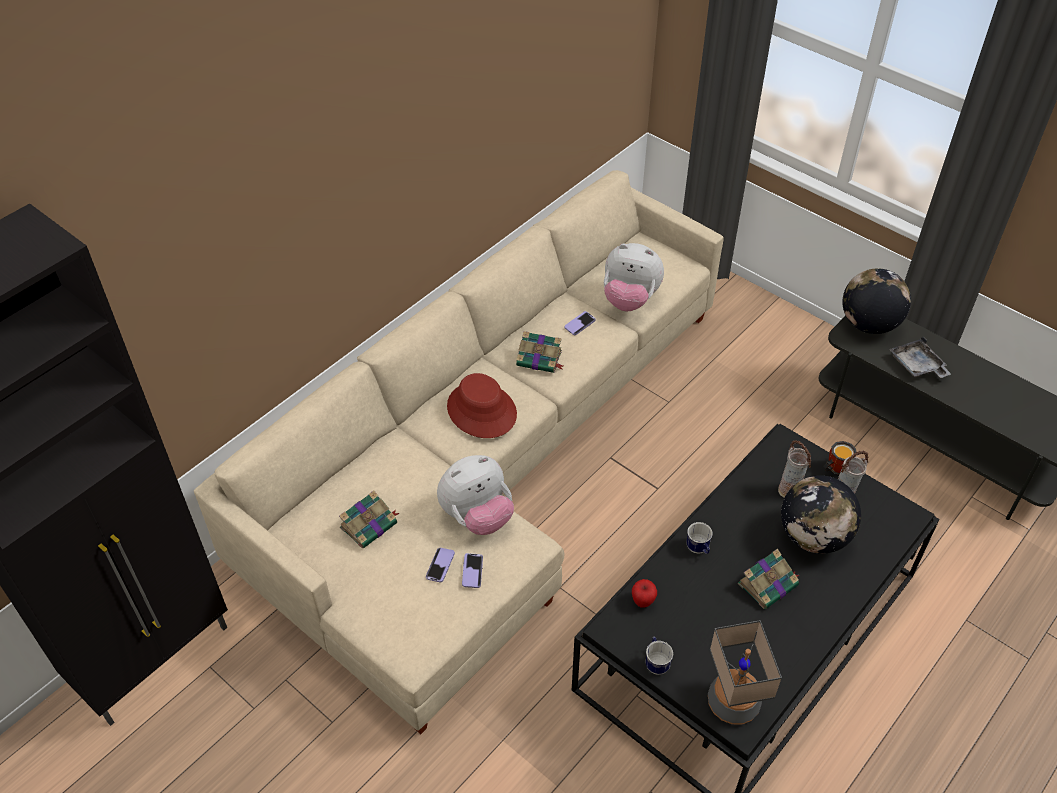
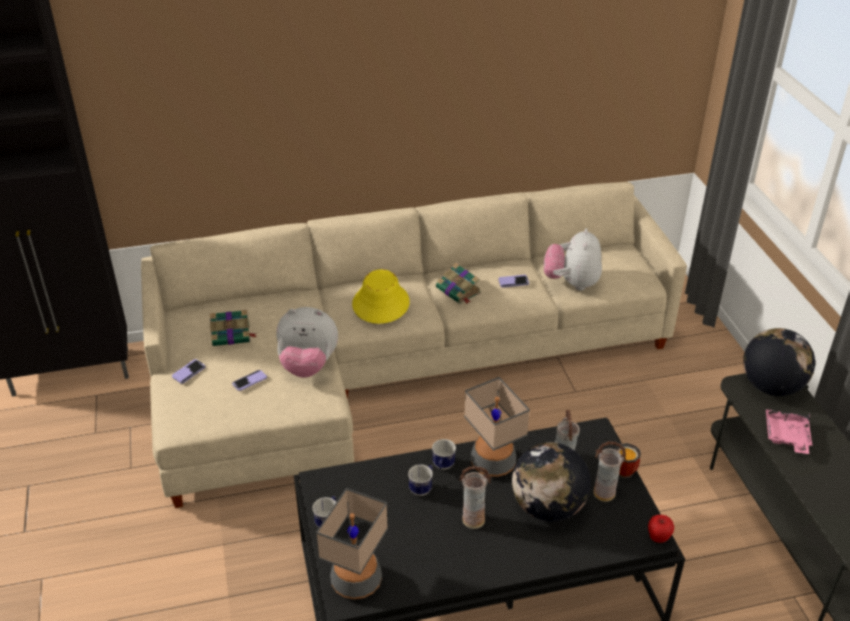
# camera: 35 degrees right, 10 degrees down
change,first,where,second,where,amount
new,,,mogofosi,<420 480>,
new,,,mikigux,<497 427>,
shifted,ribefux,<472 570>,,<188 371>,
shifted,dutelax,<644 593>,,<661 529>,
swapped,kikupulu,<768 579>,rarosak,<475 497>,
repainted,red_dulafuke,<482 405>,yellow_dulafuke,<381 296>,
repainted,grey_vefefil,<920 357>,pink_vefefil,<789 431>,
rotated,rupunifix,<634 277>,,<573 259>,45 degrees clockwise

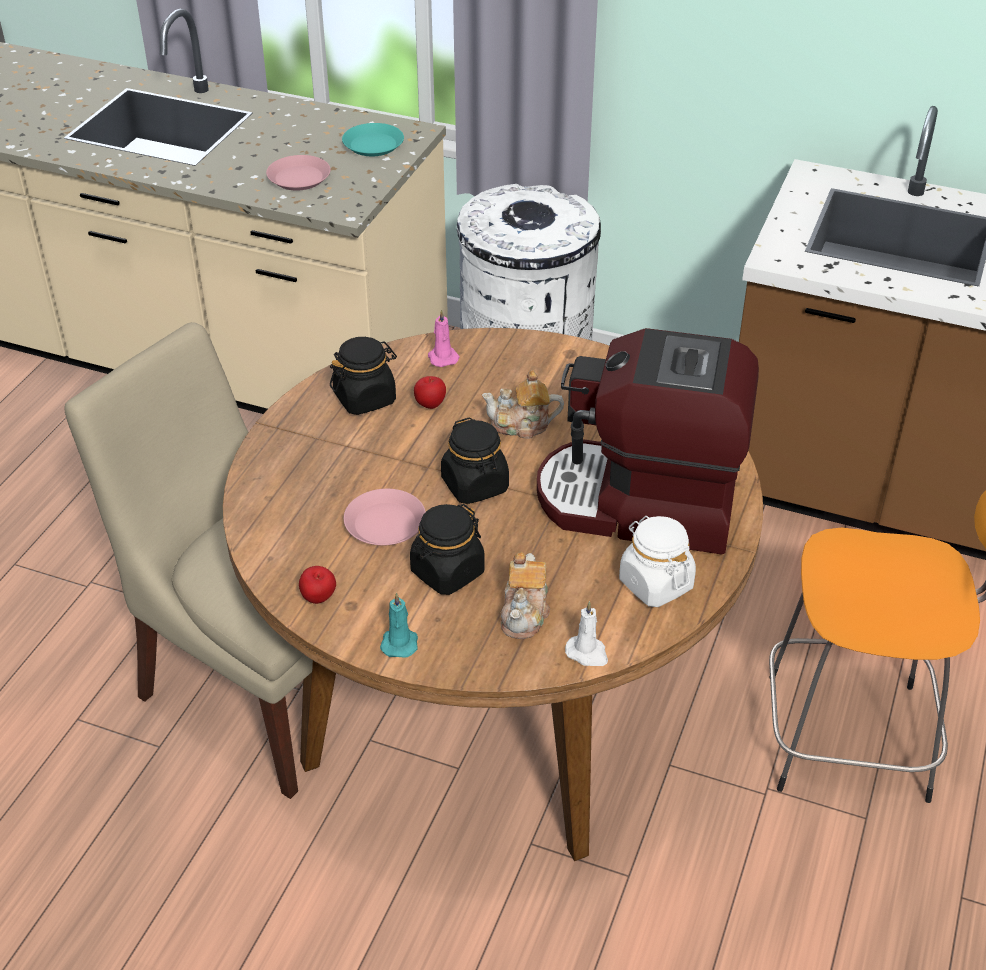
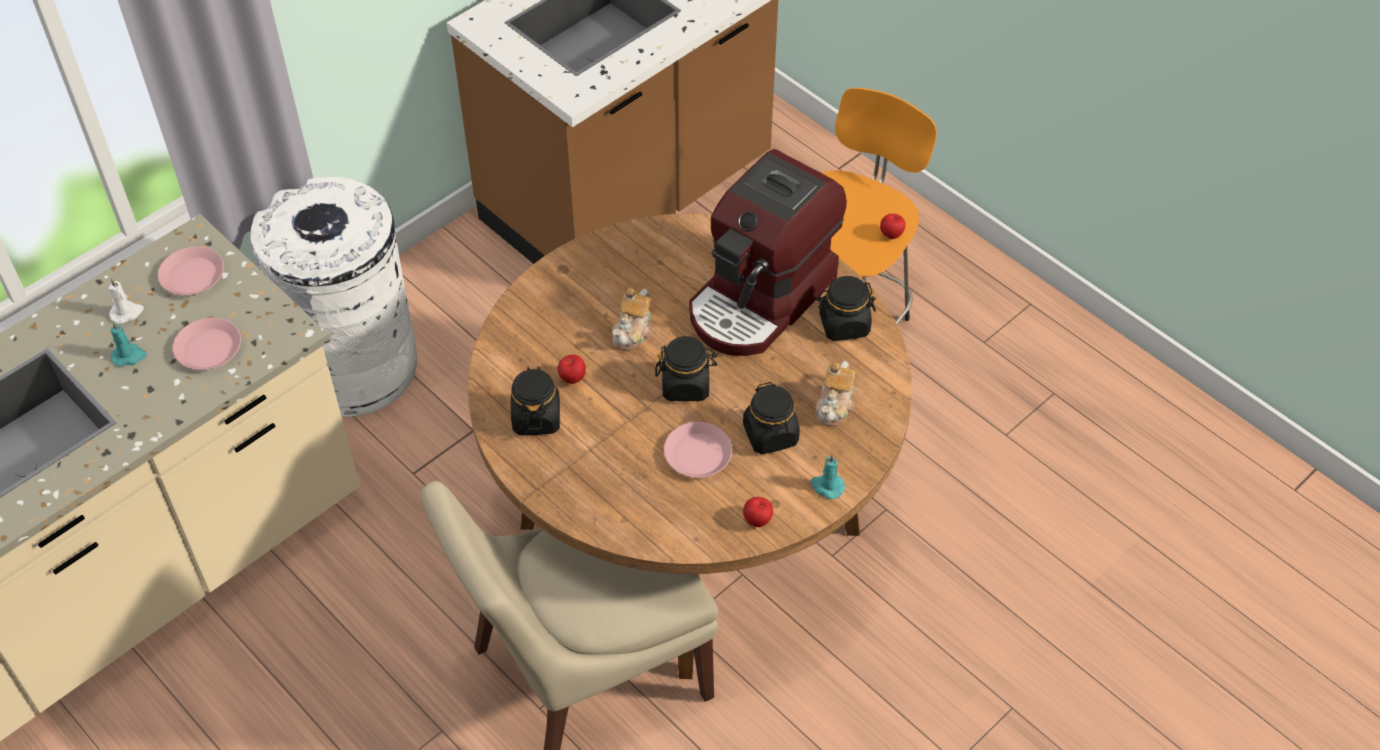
# camera: 65 degrees left, 10 degrees up
change,first,where,second,where,amount
gone,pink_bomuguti,<444 338>,,,
new,,,turquoise_bomuguti,<128 344>,
new,,,dutelax,<893 226>,
shifted,white_bomuguti,<586 633>,,<126 300>,
repainted,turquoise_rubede,<373 139>,pink_rubede,<191 270>,
repainted,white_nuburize,<657 561>,black_nuburize,<846 308>,
rotated,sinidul,<525 595>,,<835 393>,75 degrees clockwise

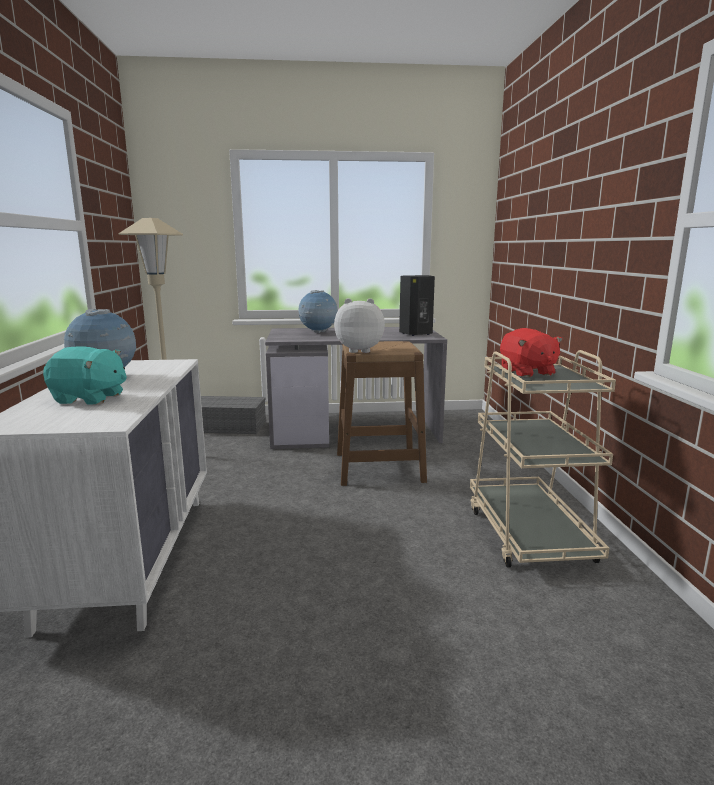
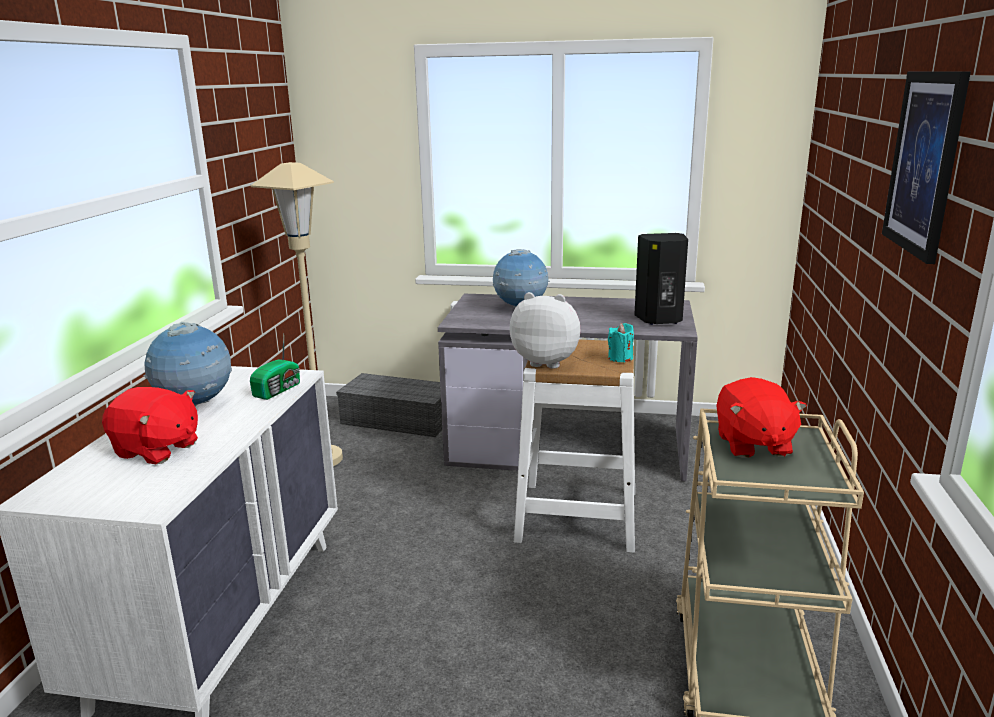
# camera: 15 degrees right, 5 degrees up
change,first,where,second,where,amount
new,,,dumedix,<275 368>,
new,,,turquoise_bomuguti,<621 342>,
new,,,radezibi,<926 167>,
repainted,turquoise_rupunifix,<85 376>,red_rupunifix,<150 425>,
repainted,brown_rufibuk,<382 413>,white_rufibuk,<574 446>,

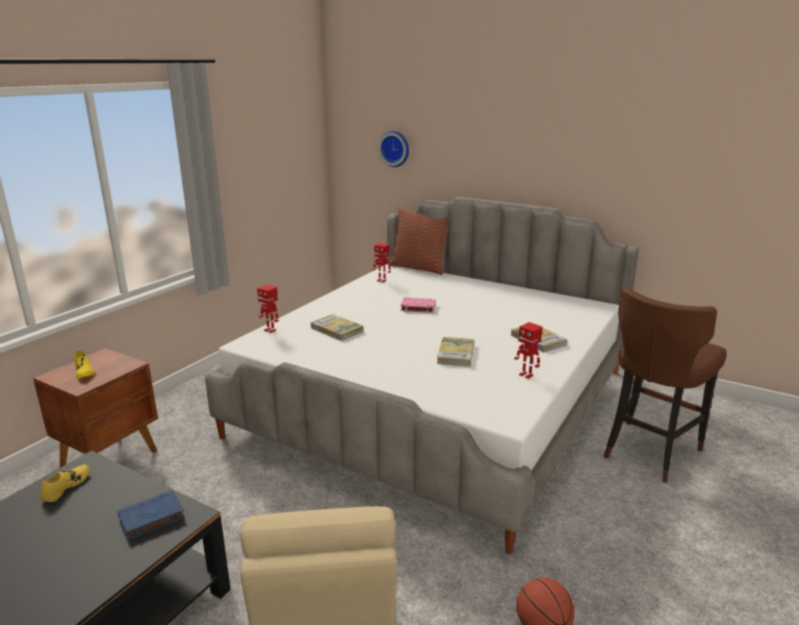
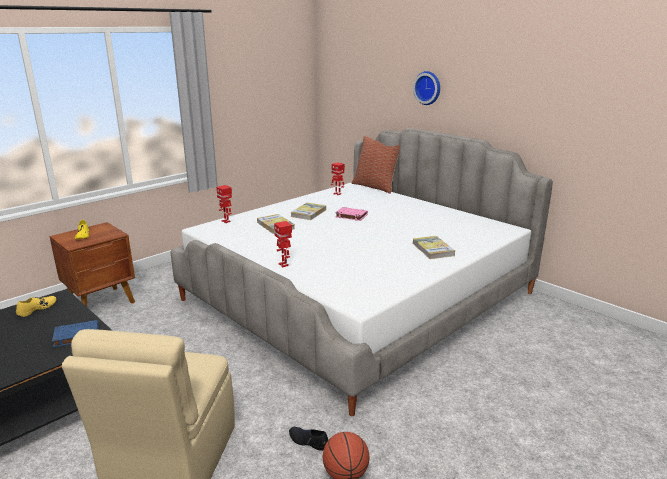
# camera: 15 degrees right, 0 degrees up
change,first,where,second,where,amount
gone,brown_rufibuk,<665 385>,,,
new,,,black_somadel,<308 439>,
shifted,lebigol,<394 149>,,<426 88>,
shifted,kikupulu,<456 352>,,<308 211>,
shifted,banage,<528 350>,,<283 244>,

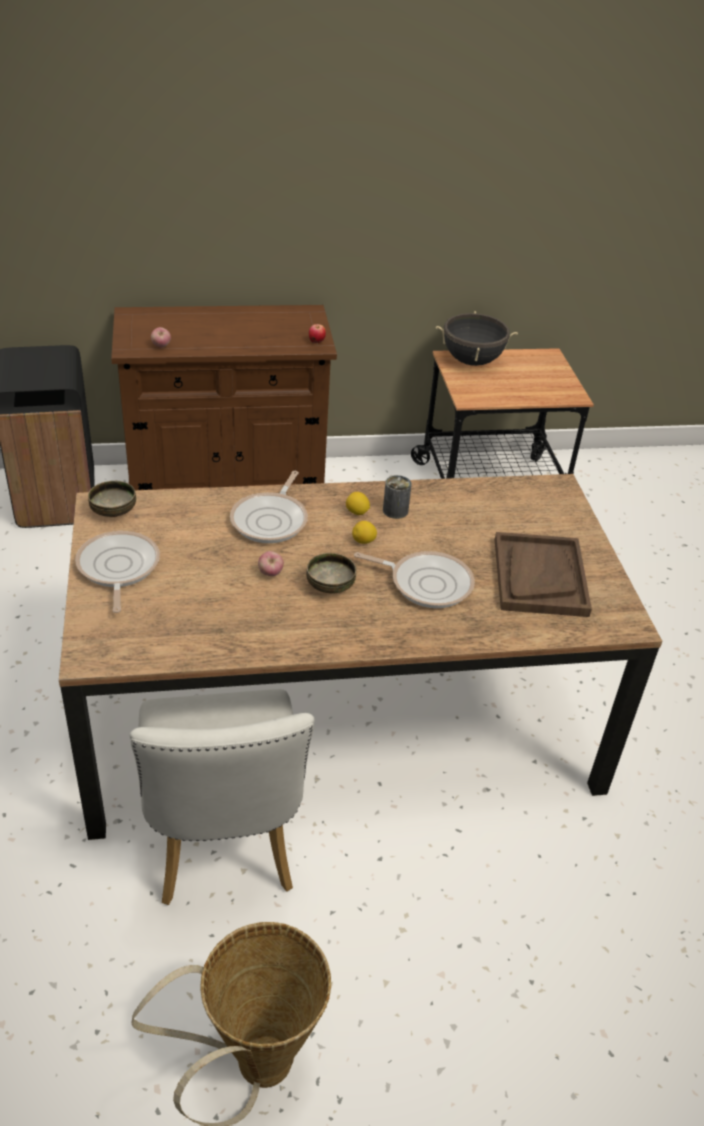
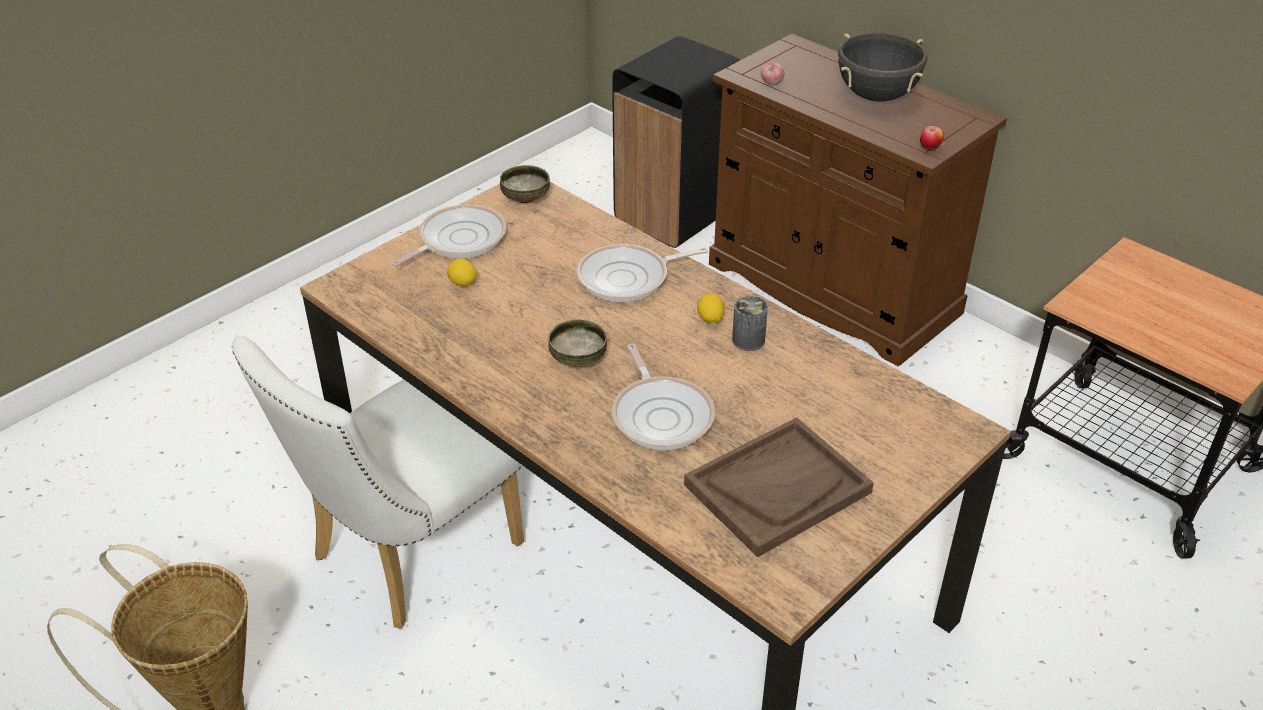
# camera: 55 degrees right, 0 degrees up
change,first,where,second,where,amount
gone,dutelax,<271 563>,,,
shifted,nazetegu,<364 532>,,<462 272>,
shifted,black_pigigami,<477 338>,,<882 67>,

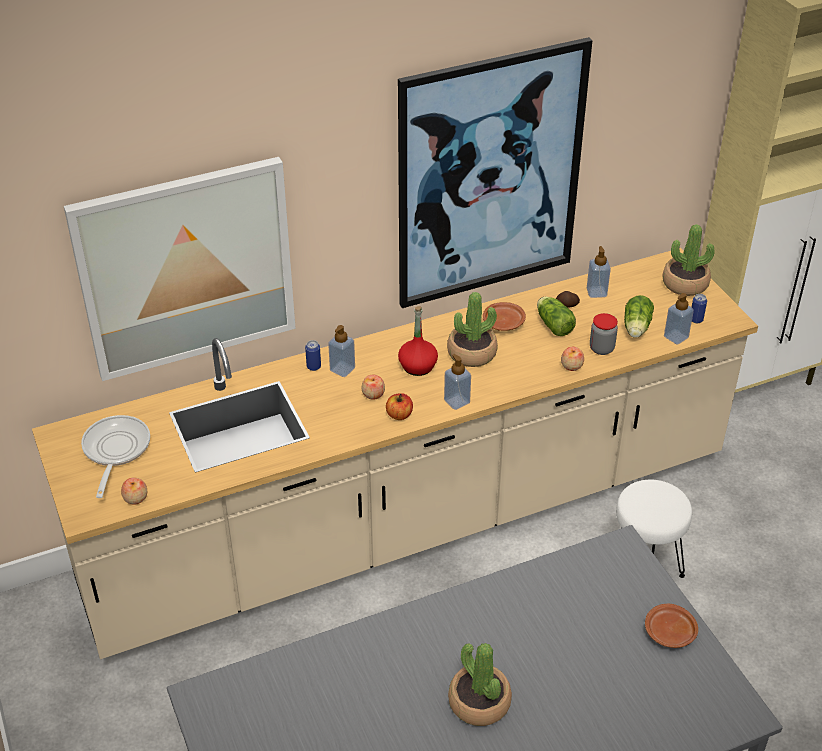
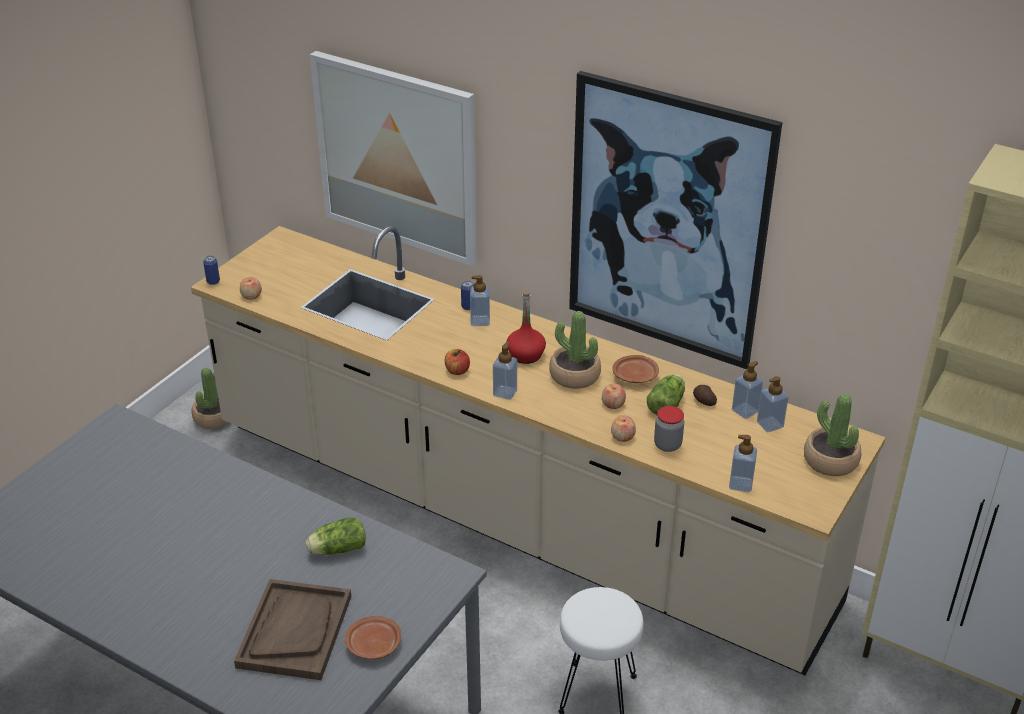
# camera: 55 degrees right, 5 degrees down
change,first,where,second,where,amount
gone,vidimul,<115 456>,,,
new,,,brown_vefefil,<292 629>,
new,,,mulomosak,<772 404>,
shifted,dutelax,<373 387>,,<614 396>,
shifted,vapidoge,<480 684>,,<210 398>,
shifted,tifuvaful,<639 316>,,<336 536>,
shifted,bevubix,<699 308>,,<211 270>,

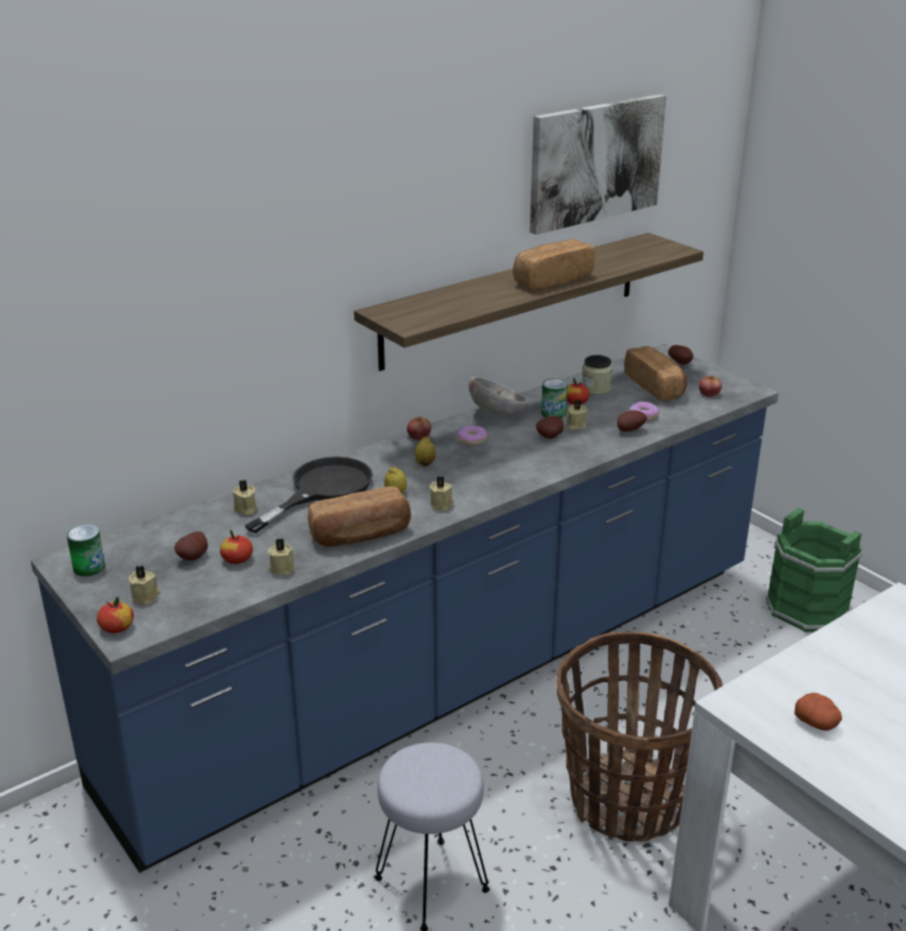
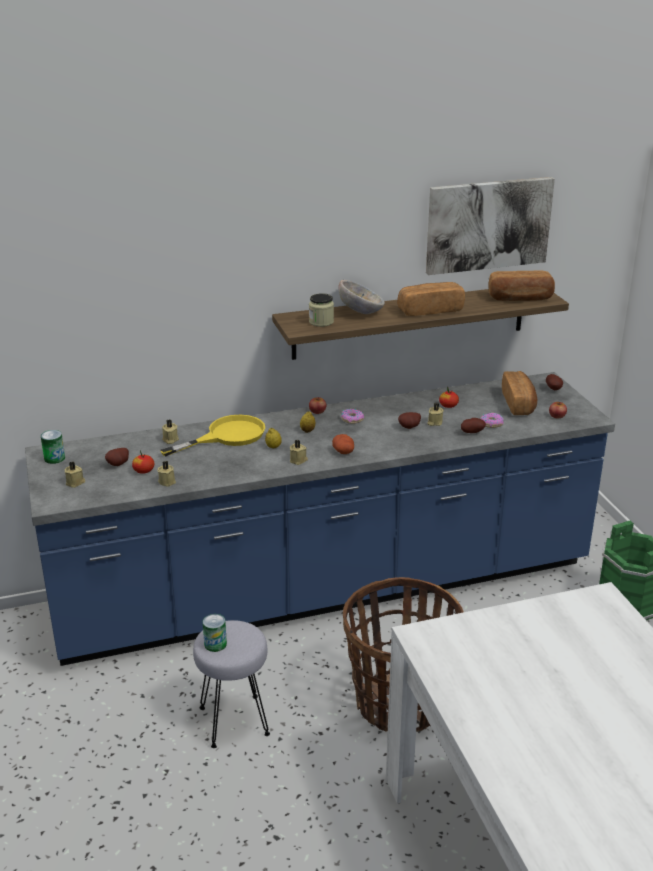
# camera: 20 degrees right, 0 degrees up
change,first,where,second,where,amount
gone,dutelax,<115 615>,,,
shifted,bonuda,<359 516>,,<522 285>,
shifted,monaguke,<498 397>,,<361 297>,
shifted,bevubix,<554 398>,,<215 633>,
shifted,nuburize,<597 375>,,<321 310>,
shifted,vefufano,<818 712>,,<343 444>,
repainted,black_vidimul,<309 495>,yellow_vidimul,<212 436>,

